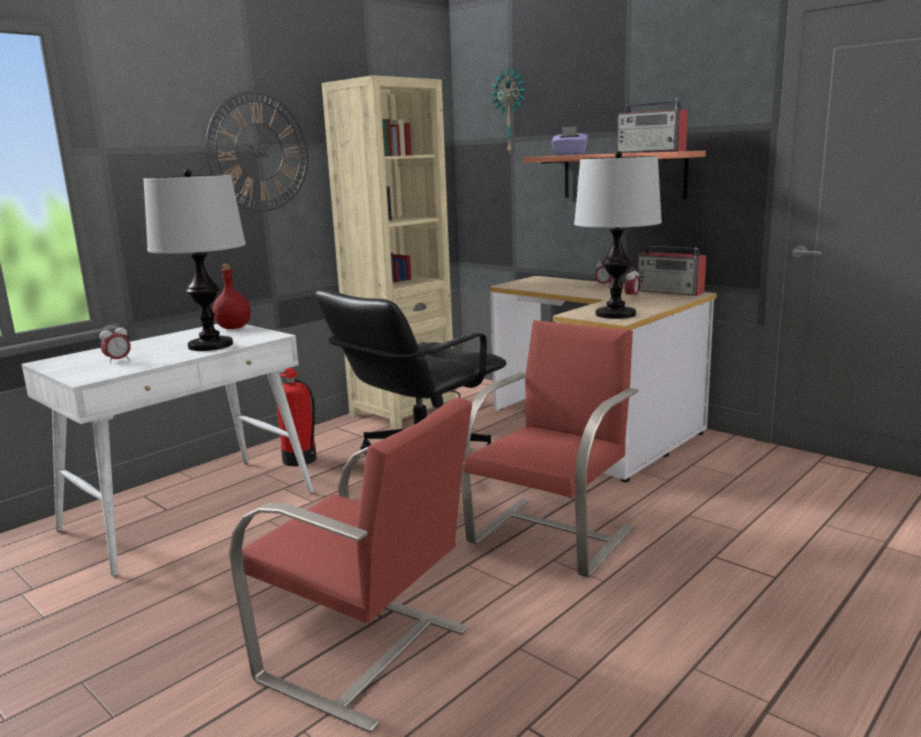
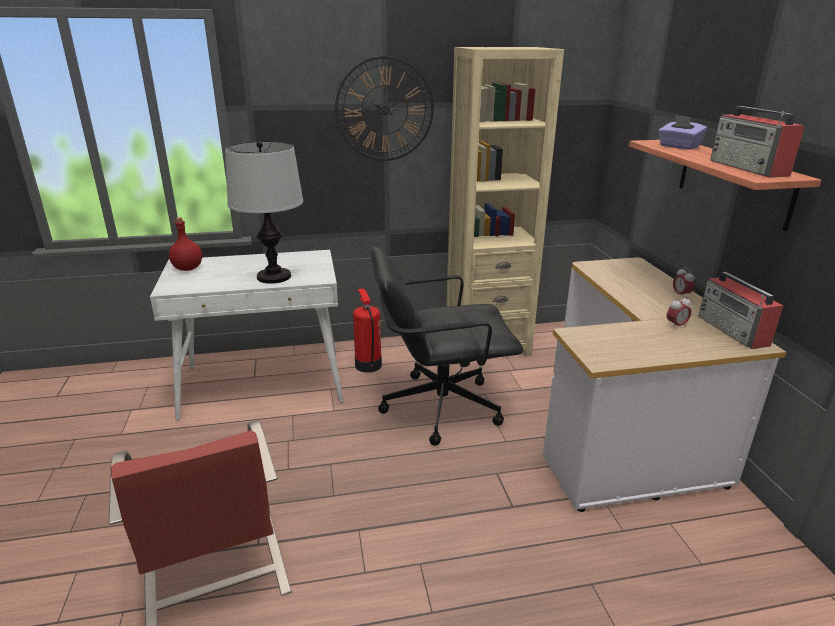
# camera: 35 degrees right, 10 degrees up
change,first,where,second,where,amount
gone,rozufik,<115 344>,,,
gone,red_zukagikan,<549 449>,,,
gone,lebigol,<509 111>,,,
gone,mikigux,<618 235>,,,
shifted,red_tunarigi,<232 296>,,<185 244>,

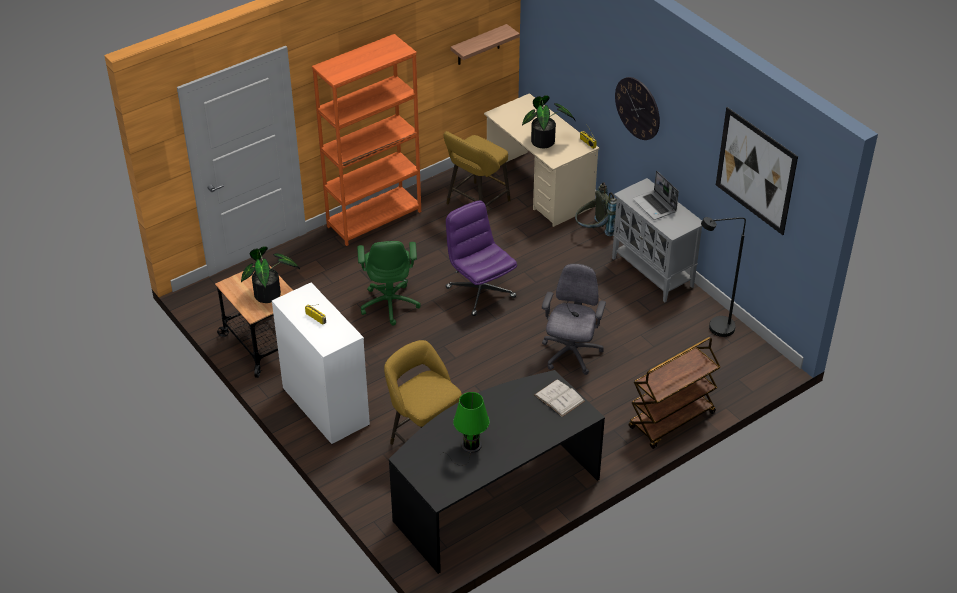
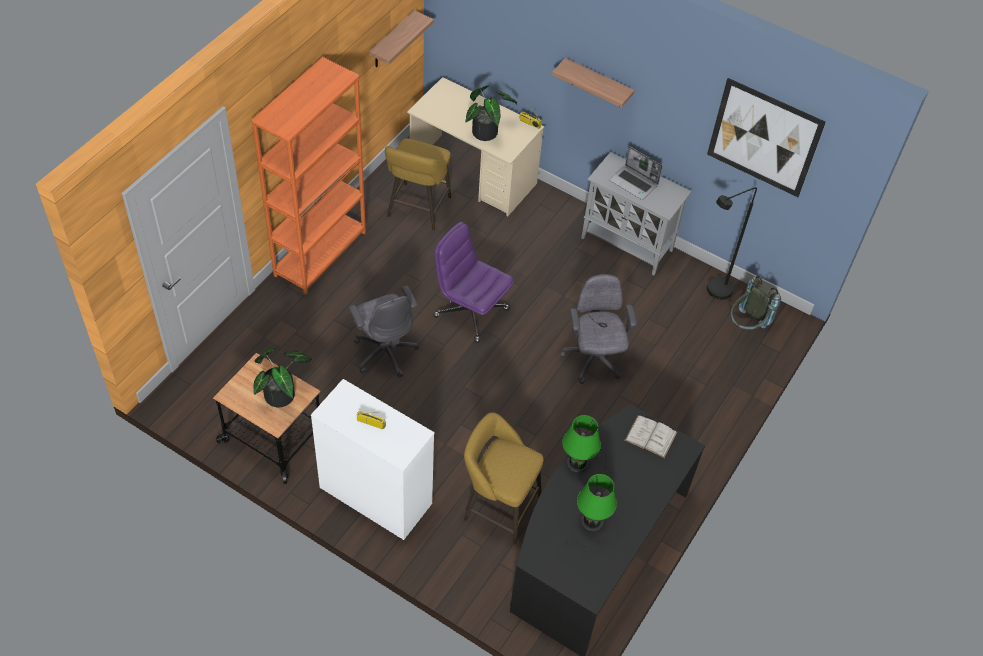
# camera: 25 degrees left, 10 degrees up
change,first,where,second,where,amount
gone,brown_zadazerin,<674 393>,,,
new,,,green_mikigux,<586 444>,
shifted,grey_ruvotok,<596 209>,,<755 303>,
swapped,lebigol,<637 108>,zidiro,<593 83>,
repainted,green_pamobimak,<389 283>,grey_pamobimak,<383 331>,

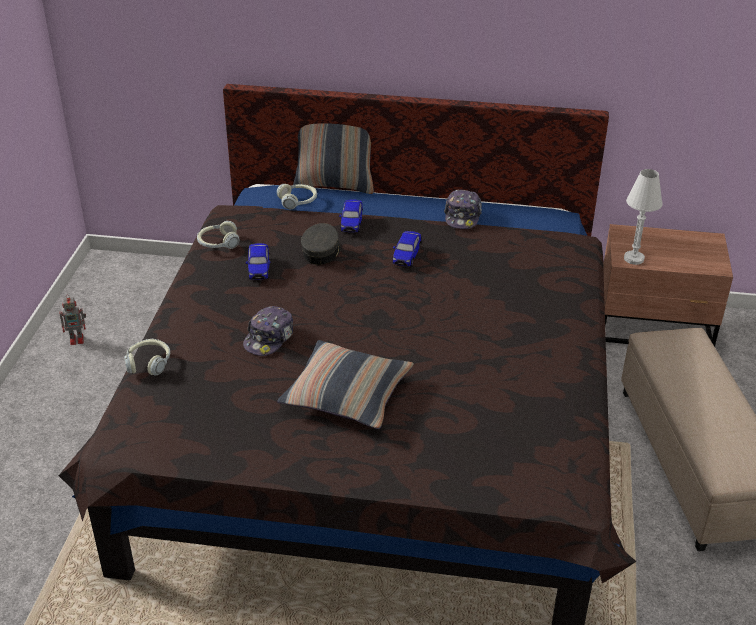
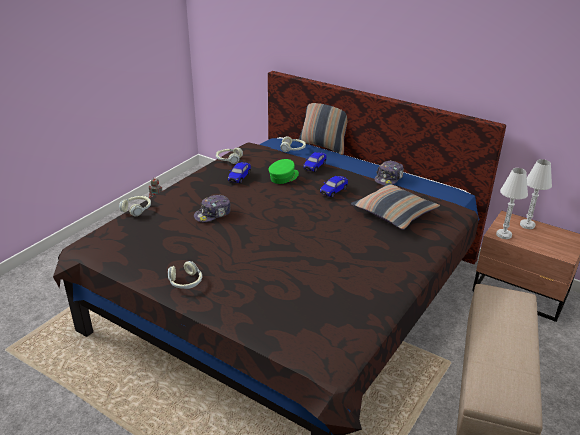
# camera: 25 degrees right, 5 degrees down
change,first,where,second,where,amount
new,,,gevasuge,<185 275>,
new,,,white_mikigux,<536 194>,
shifted,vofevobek,<345 384>,,<395 206>,
repainted,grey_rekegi,<321 244>,green_rekegi,<284 171>,

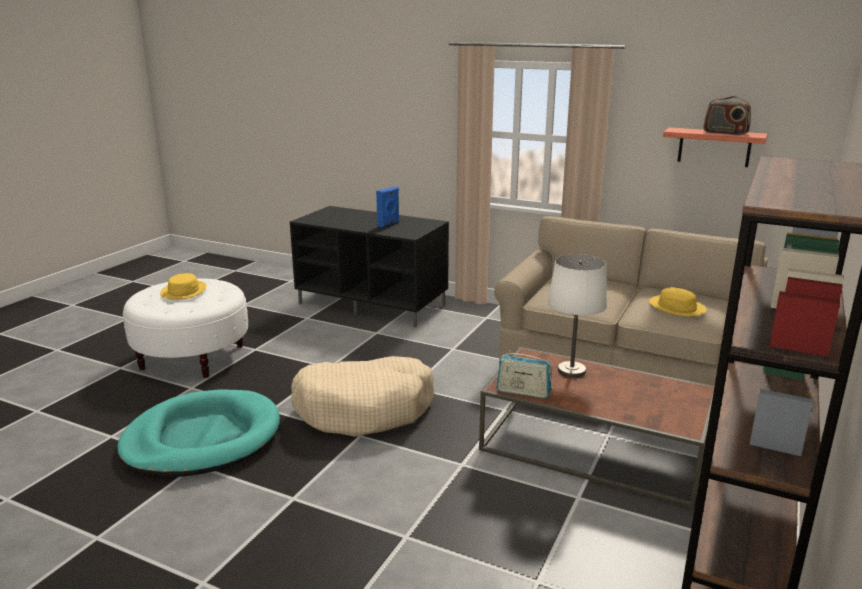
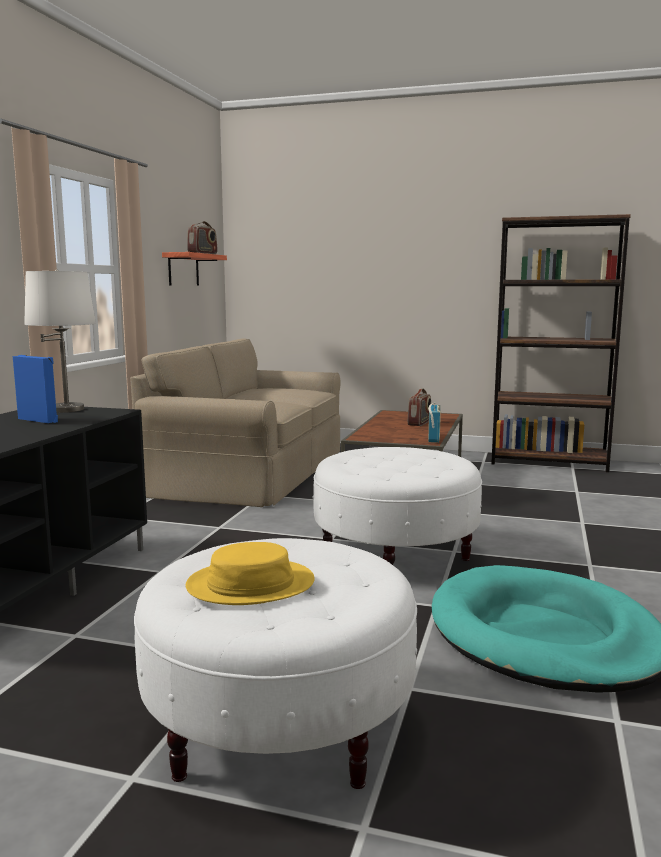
# camera: 100 degrees left, 10 degrees down
change,first,where,second,where,amount
gone,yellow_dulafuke,<678 302>,,,
new,,,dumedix,<419 407>,
shifted,white_mikigux,<577 316>,,<60 341>,
swapped,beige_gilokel,<363 396>,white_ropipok,<397 506>,

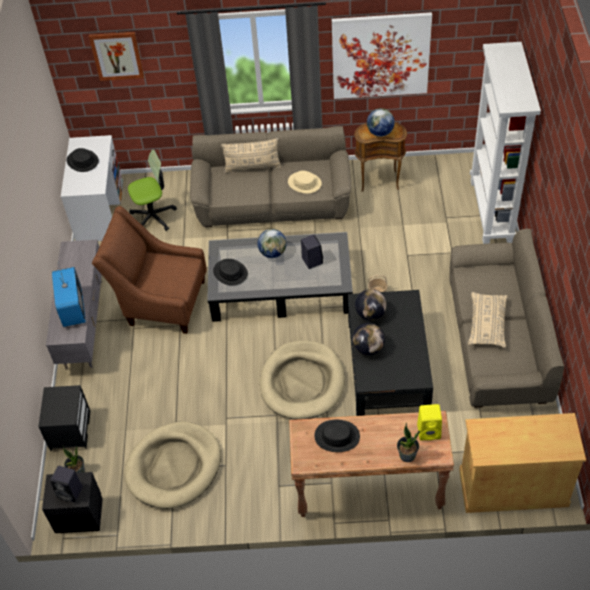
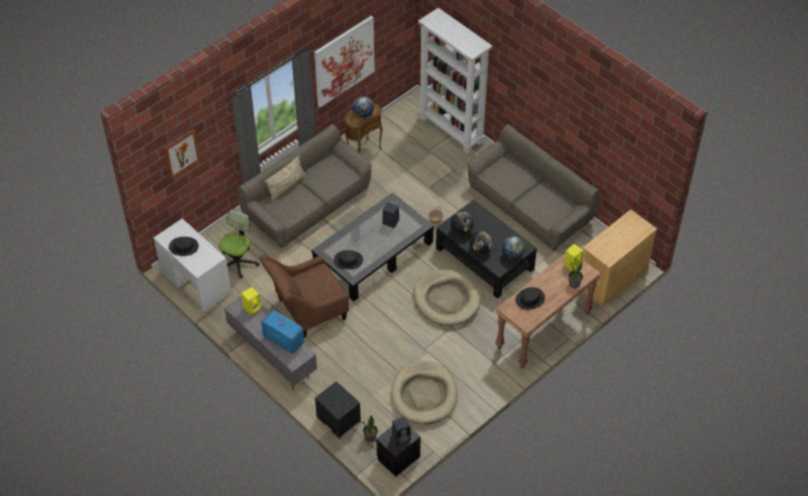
# camera: 45 degrees left, 0 degrees up
change,first,where,second,where,amount
gone,beige_dulafuke,<305 182>,,,
gone,beige_vofevobek,<488 320>,,,
new,,,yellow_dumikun,<252 301>,
shifted,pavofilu,<271 243>,,<513 247>,

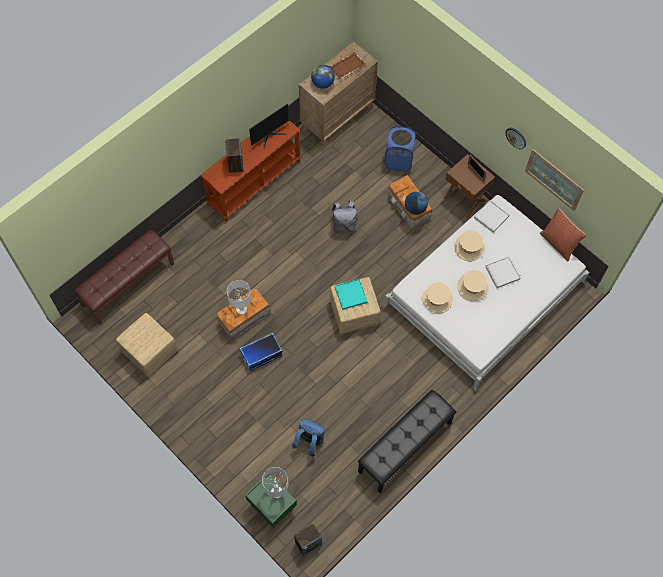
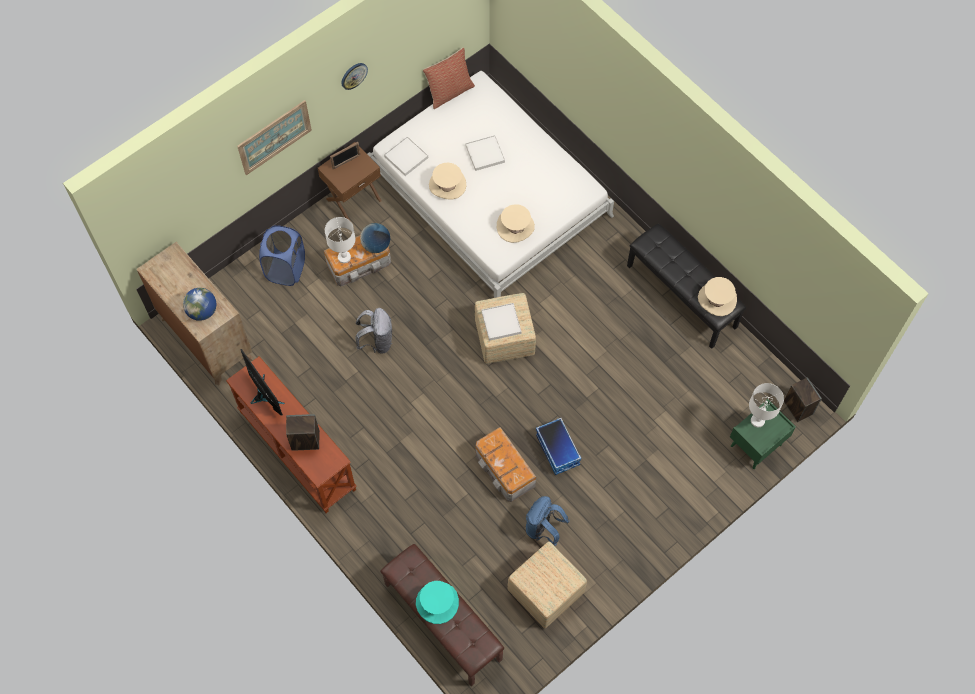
# camera: 85 degrees left, 0 degrees up
change,first,where,second,where,amount
gone,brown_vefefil,<348 66>,,,
new,,,turquoise_dulafuke,<437 602>,
shifted,white_mikigux,<239 297>,,<340 240>,
shifted,blue_ruvotok,<308 438>,,<547 521>,
shifted,beige_dulafuke,<473 285>,,<717 296>,
shifted,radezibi,<554 180>,,<274 137>,
repainted,turquoise_vefefil,<351 294>,white_vefefil,<501 322>,

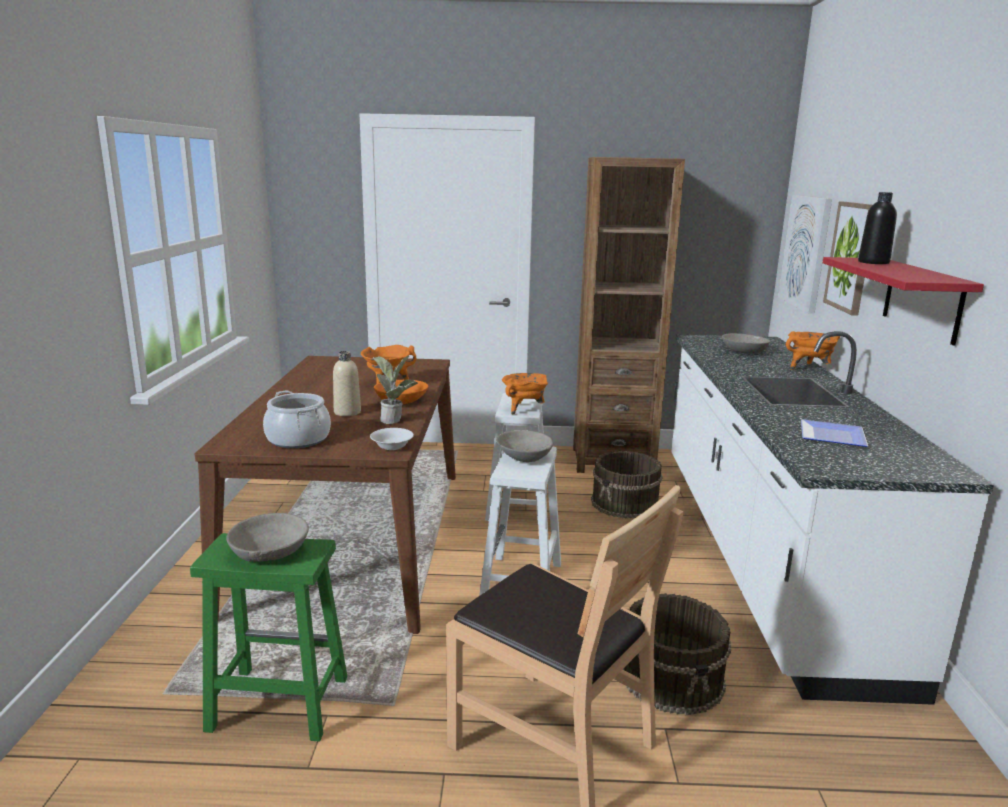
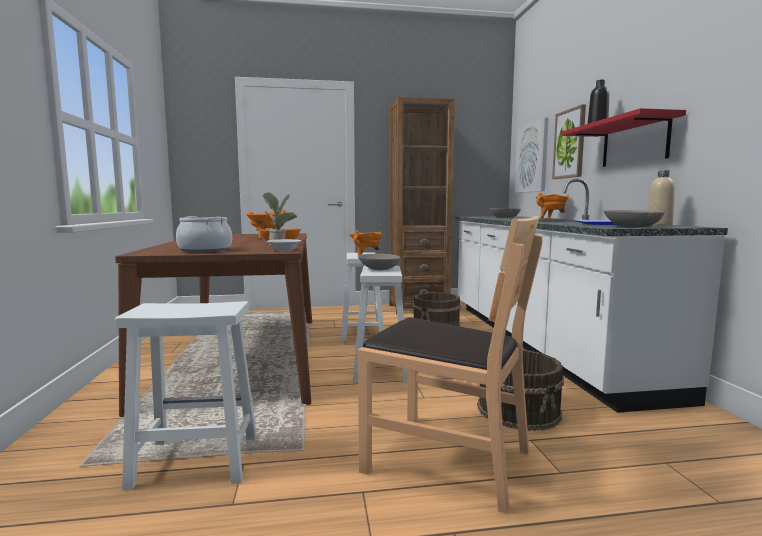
# camera: 10 degrees left, 10 degrees down
change,first,where,second,where,amount
shifted,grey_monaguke,<267 537>,,<634 219>,
shifted,beige_tunarigi,<347 383>,,<661 197>,
repainted,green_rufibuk,<269 637>,white_rufibuk,<186 395>,

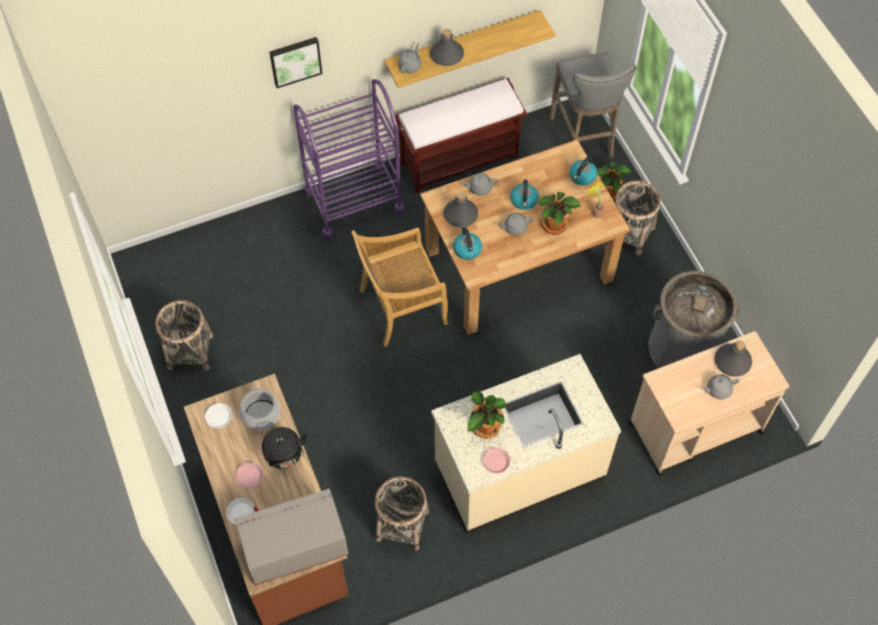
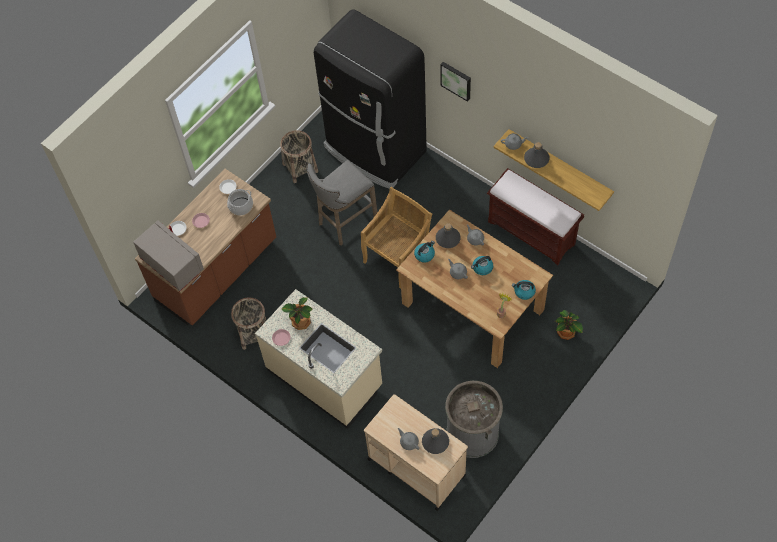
# camera: 65 degrees right, 0 degrees up
change,first,where,second,where,amount
gone,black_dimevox,<284 448>,,,
gone,purple_zadazerin,<349 159>,,,
gone,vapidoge,<560 213>,,,
gone,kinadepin,<638 218>,,,
new,,,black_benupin,<370 99>,
shifted,grey_rufibuk,<593 105>,,<342 203>,
rotated,beige_zukagikan,<399 287>,,<396 238>,90 degrees clockwise

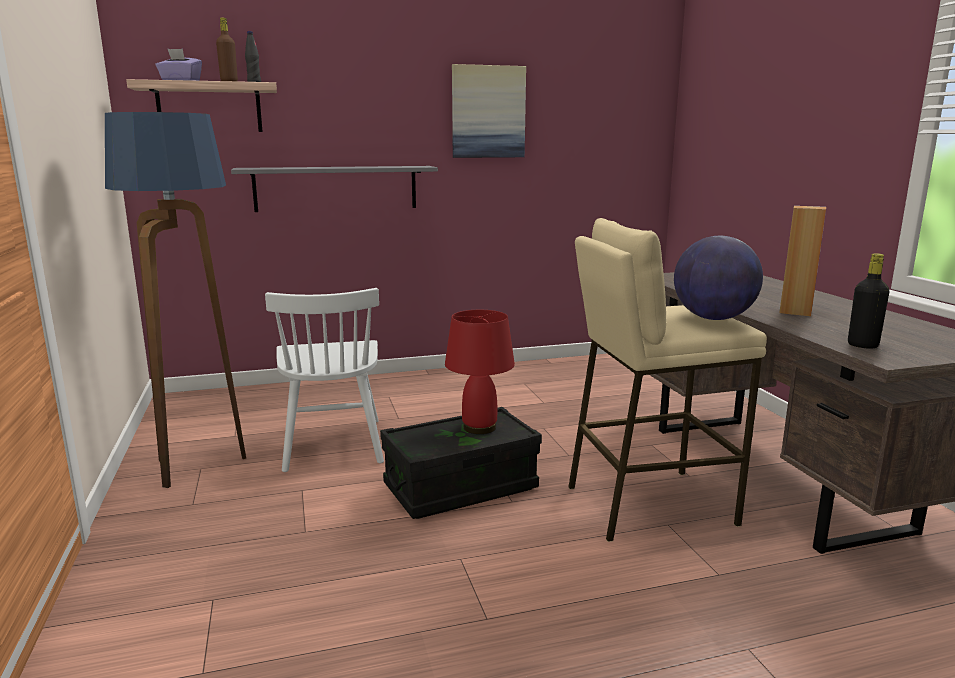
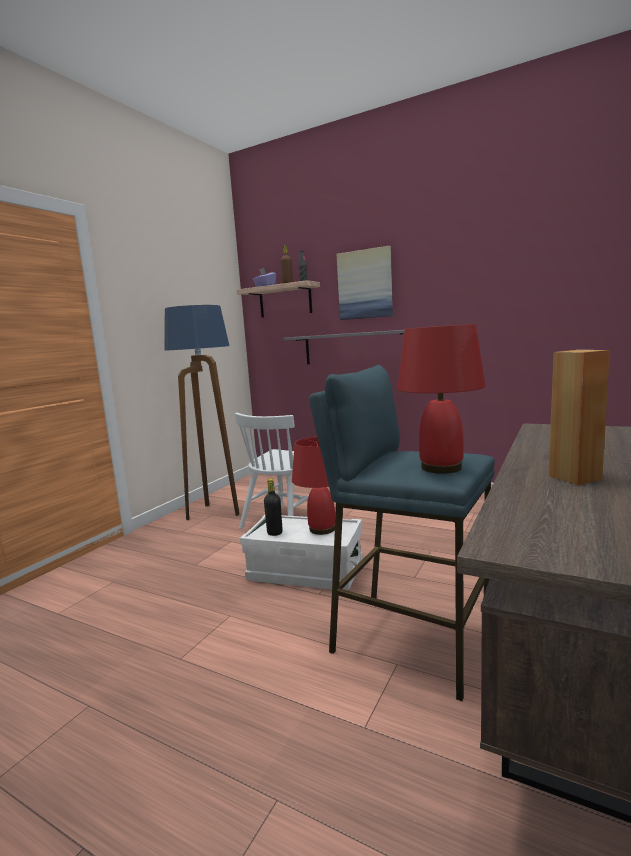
# camera: 45 degrees right, 5 degrees down
change,first,where,second,where,amount
shifted,radezibi,<489 111>,,<365 283>,
shifted,black_tunarigi,<869 300>,,<273 507>,
swapped,pavofilu,<718 278>,red_mikigux,<441 399>,
repainted,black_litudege,<461 463>,white_litudege,<301 553>,
repainted,beige_rufibuk,<667 380>,blue_rufibuk,<402 533>,

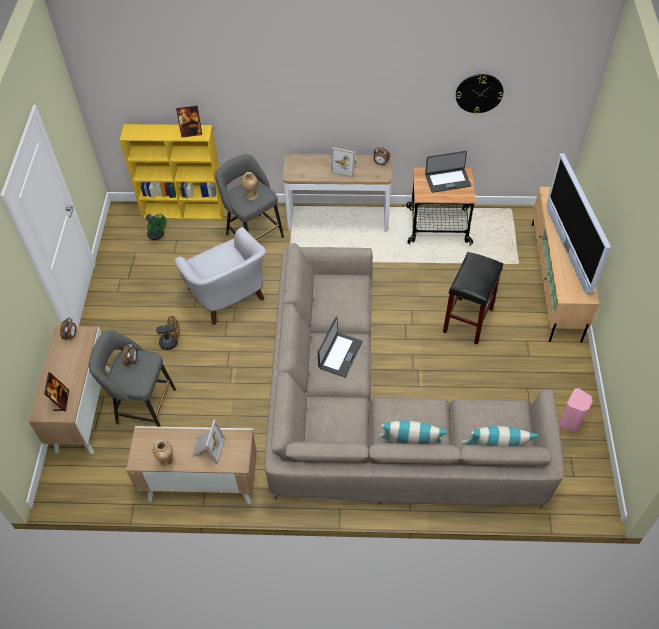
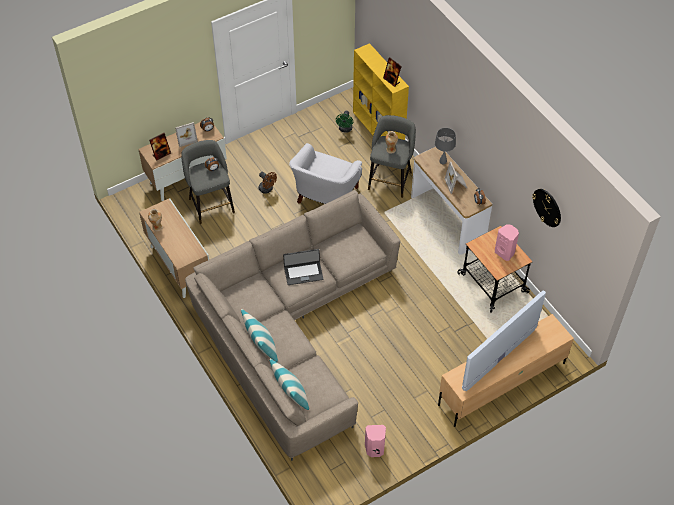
# camera: 55 degrees right, 0 degrees up
change,first,where,second,where,amount
gone,black_rufibuk,<473 298>,,,
new,,,grey_mikigux,<445 146>,
shifted,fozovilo,<208 442>,,<186 134>,
swapped,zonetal,<448 172>,pink_dumikun,<507 242>,

